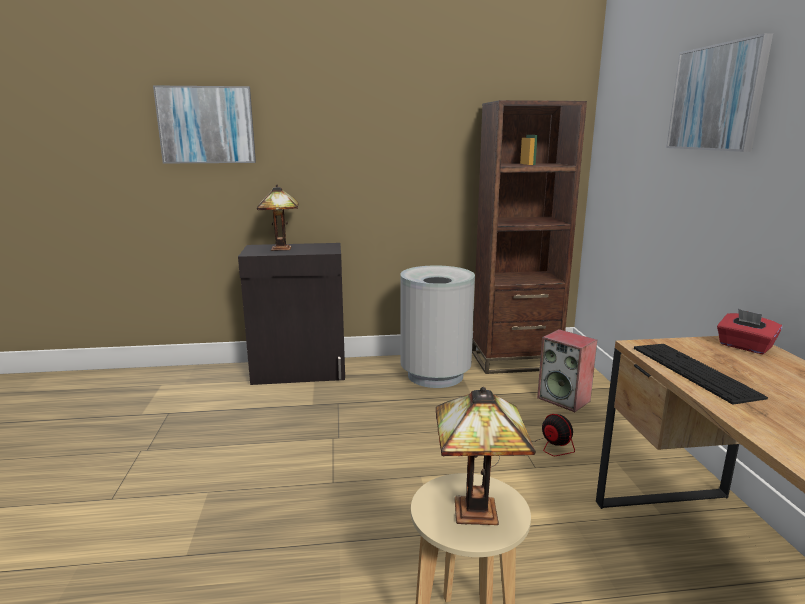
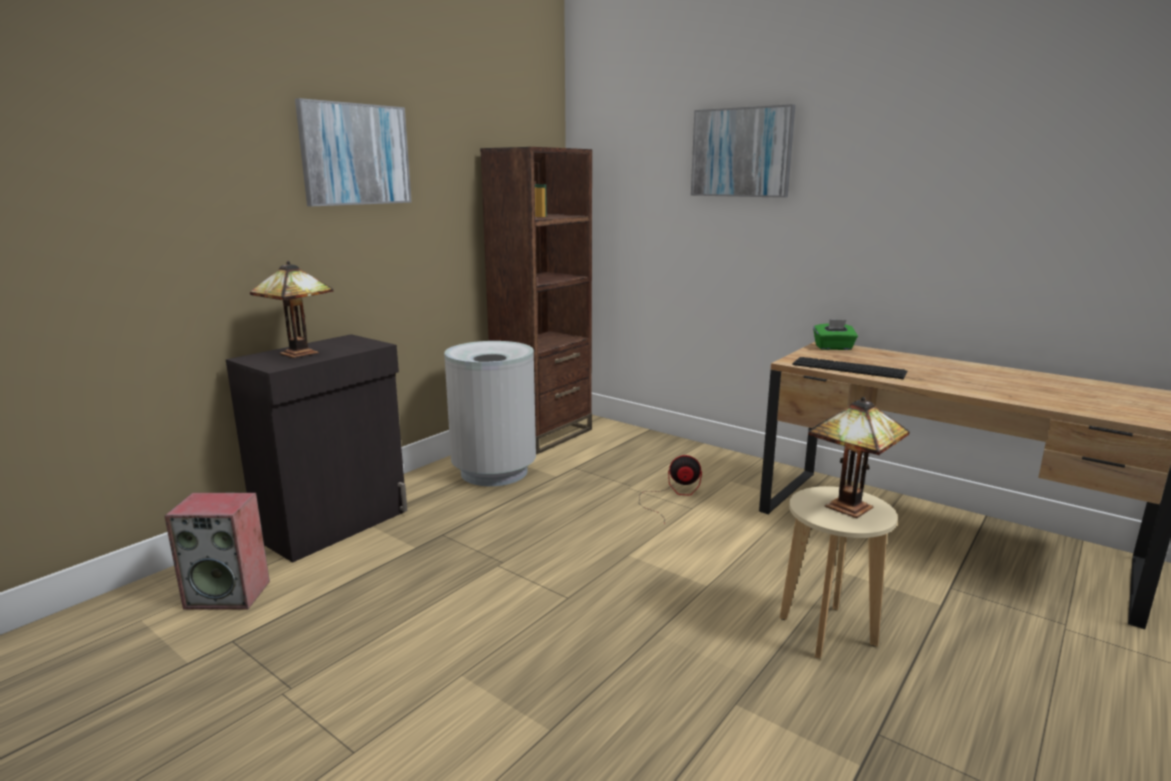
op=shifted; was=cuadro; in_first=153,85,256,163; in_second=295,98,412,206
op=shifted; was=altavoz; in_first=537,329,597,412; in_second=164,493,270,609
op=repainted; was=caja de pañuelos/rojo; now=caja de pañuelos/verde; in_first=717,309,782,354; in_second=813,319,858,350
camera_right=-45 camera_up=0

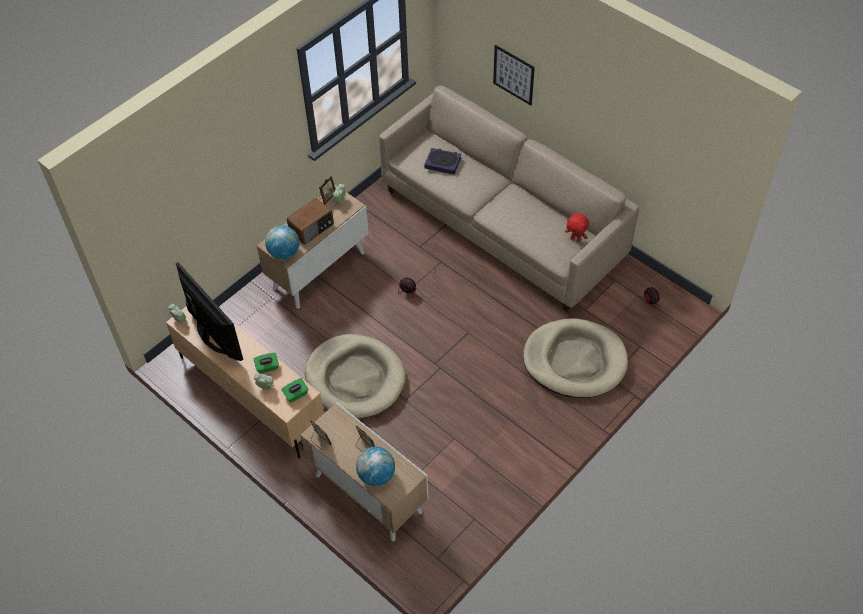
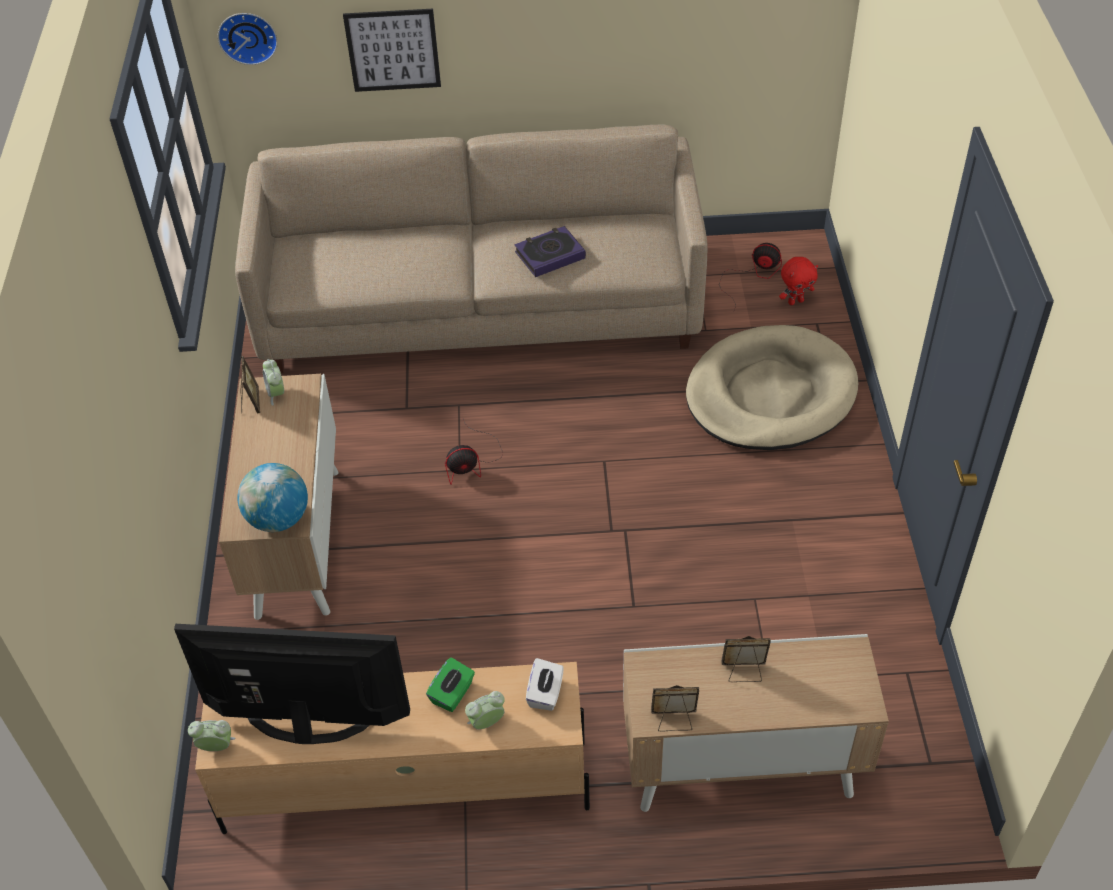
op=repainted; was=caja de pañuelos/verde; now=caja de pañuelos/blanco; in_first=282,378,309,402; in_second=526,658,564,711
op=gone; was=radio; in_first=287,198,334,245
op=gone; was=cama para perro/beis; in_first=305,334,406,419
op=gone; was=globo terráqueo; in_first=356,447,395,486
op=shifted; was=libro; in_first=424,148,461,175; in_second=514,226,586,277
op=shifted; was=peluche/rojo; in_first=565,213,589,242; in_second=779,257,818,305
op=new; now=reloj de pared; in_second=218,13,278,65
camera_right=-45 camera_up=-5

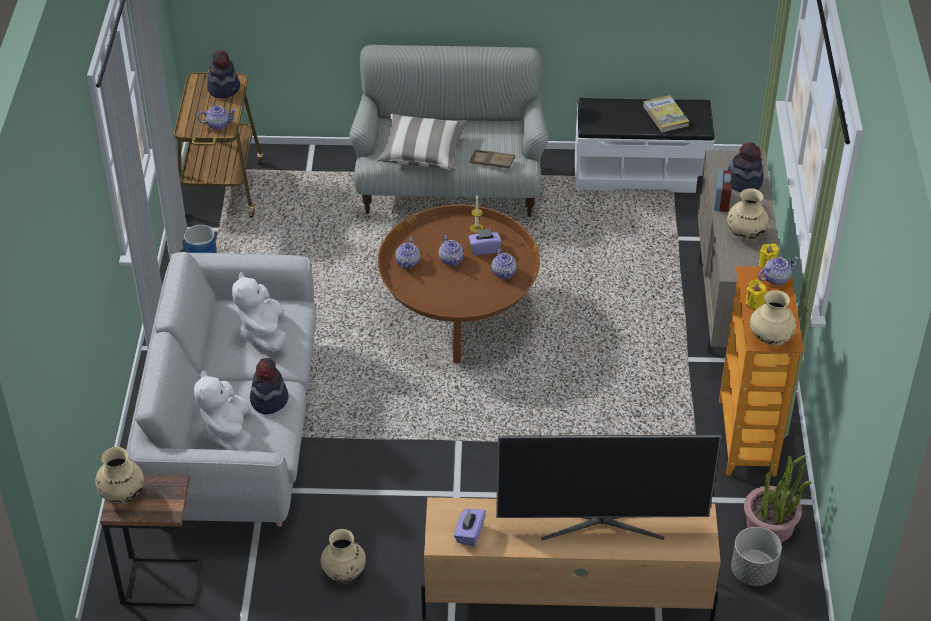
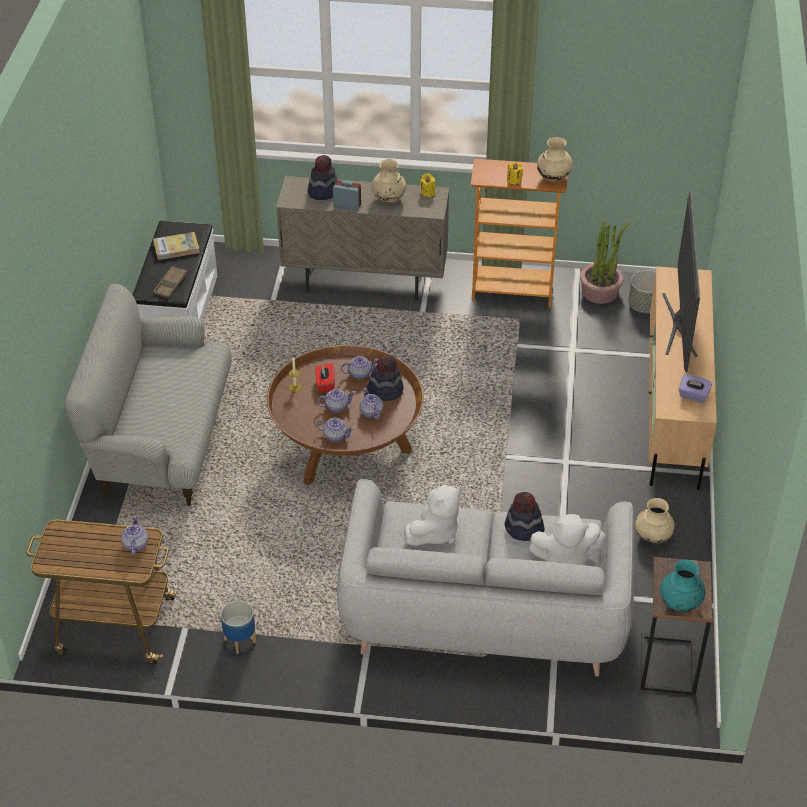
op=repainted; was=florero/beis; now=florero/turquesa; in_first=95,447,144,504; in_second=660,559,705,612
op=shifted; was=sombrero; in_first=207,50,240,98; in_second=367,354,403,401
op=rotated; was=peluche/blanco; in_first=232,272,286,352; in_second=404,484,461,546; clockwise=-45
op=gone; was=cojín; in_first=376,113,468,170
op=repainted; was=caja de pañuelos/morado; now=caja de pañuelos/rojo; in_first=468,229,502,255; in_second=316,363,335,392
op=shifted; was=bandeja/marrón; in_first=469,149,515,168; in_second=153,266,188,298
op=shifted; was=tetera; in_first=758,257,798,285; in_second=360,388,383,420
camera_right=-85 camera_up=0

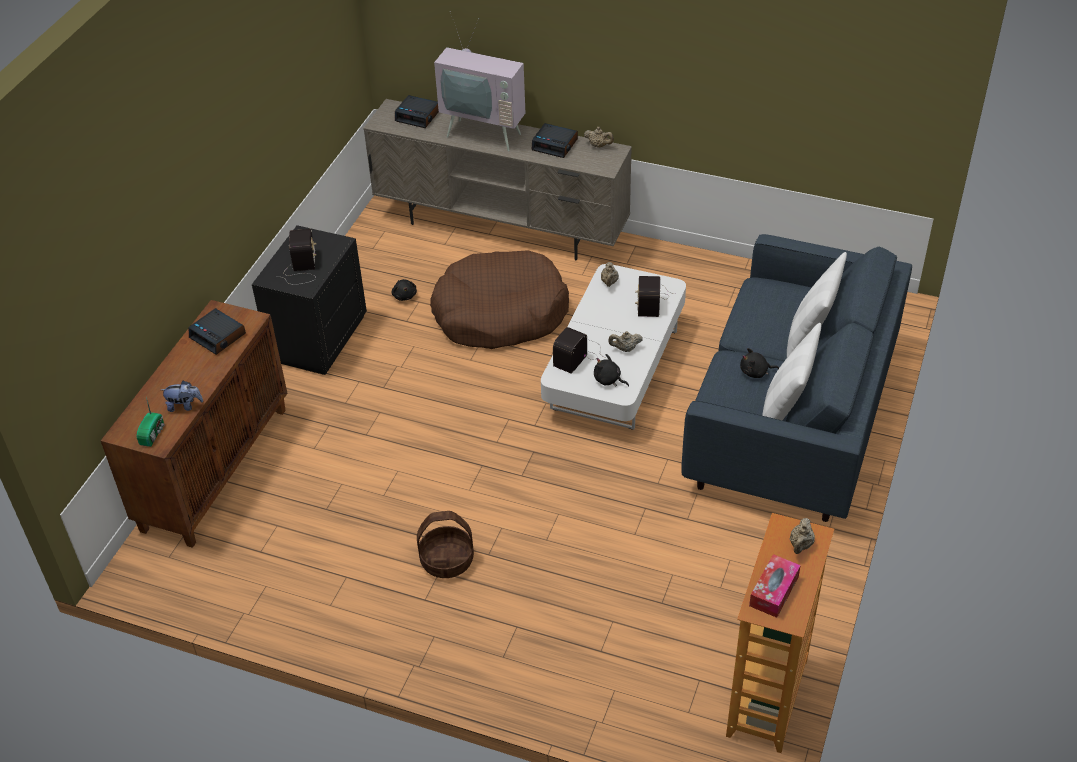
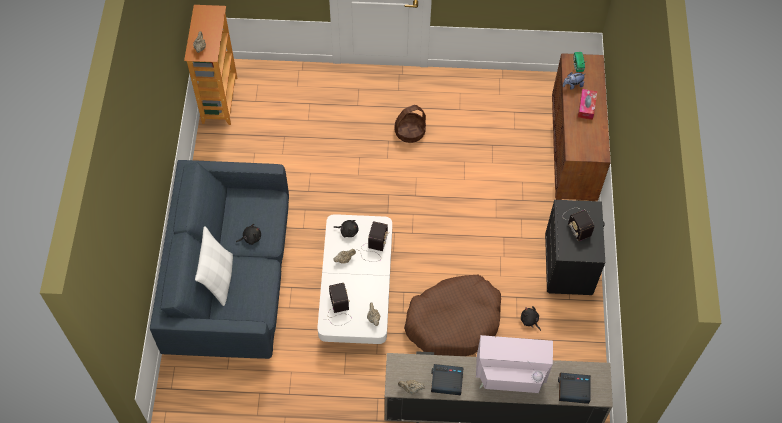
op=gone; was=despertador; in_first=189,308,246,355
op=shifted; was=caja de pañuelos; in_first=749,554,801,618; in_second=578,89,597,120
op=gone; was=cojín/blanco; in_first=762,323,821,420
camera_right=160 camera_up=15

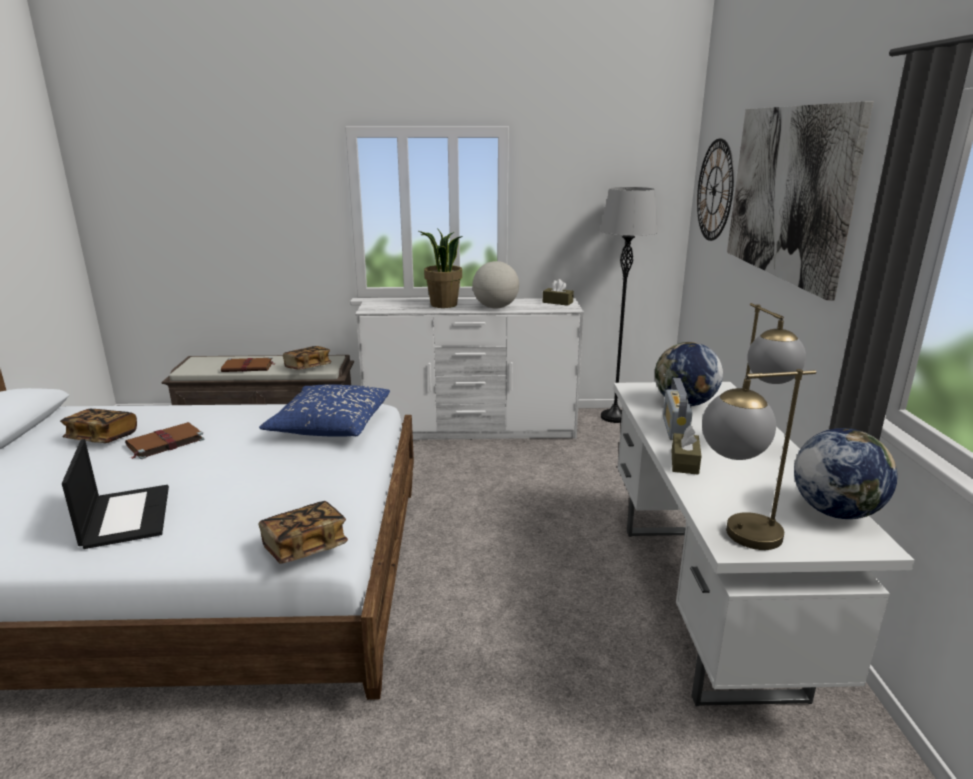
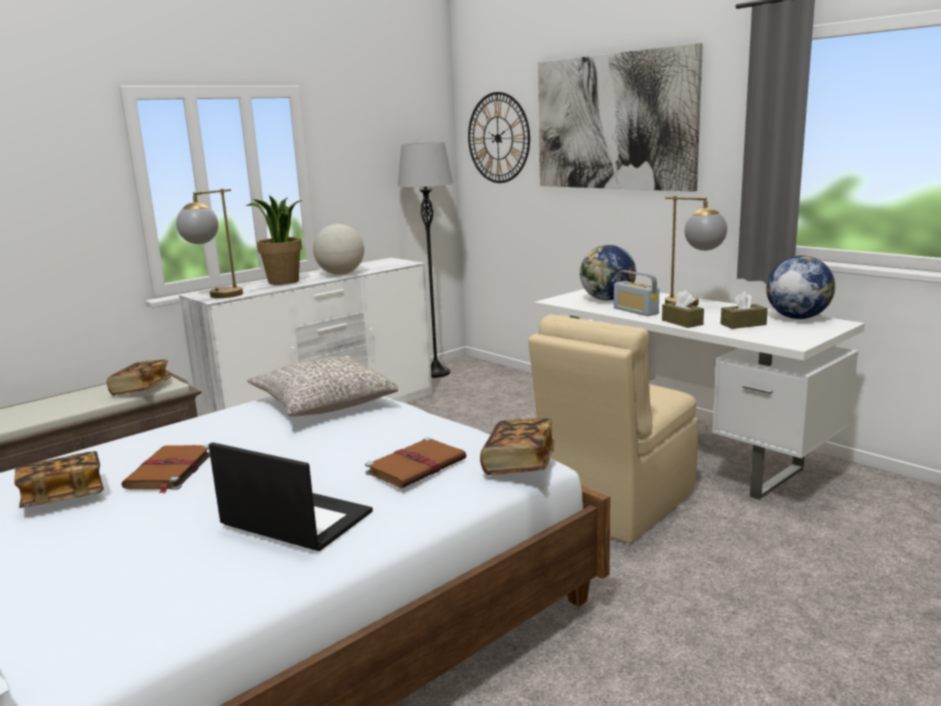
op=shifted; was=libro/marrón; in_first=221,357,276,372; in_second=365,437,466,488
op=repainted; was=cojín/azul; now=cojín/gris; in_first=259,384,390,437; in_second=247,356,399,417
op=shifted; was=caja de pañuelos/marrón; in_first=543,279,574,306; in_second=721,291,768,329
op=shifted; was=lámpara de mesa; in_first=702,369,816,550; in_second=176,189,243,298
op=new; now=silla/beis; in_second=528,314,698,543
camera_right=-40 camera_up=-5

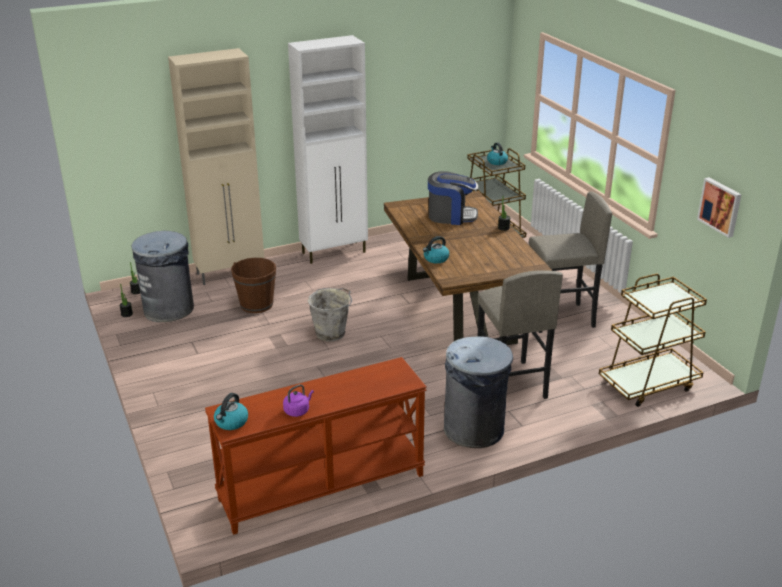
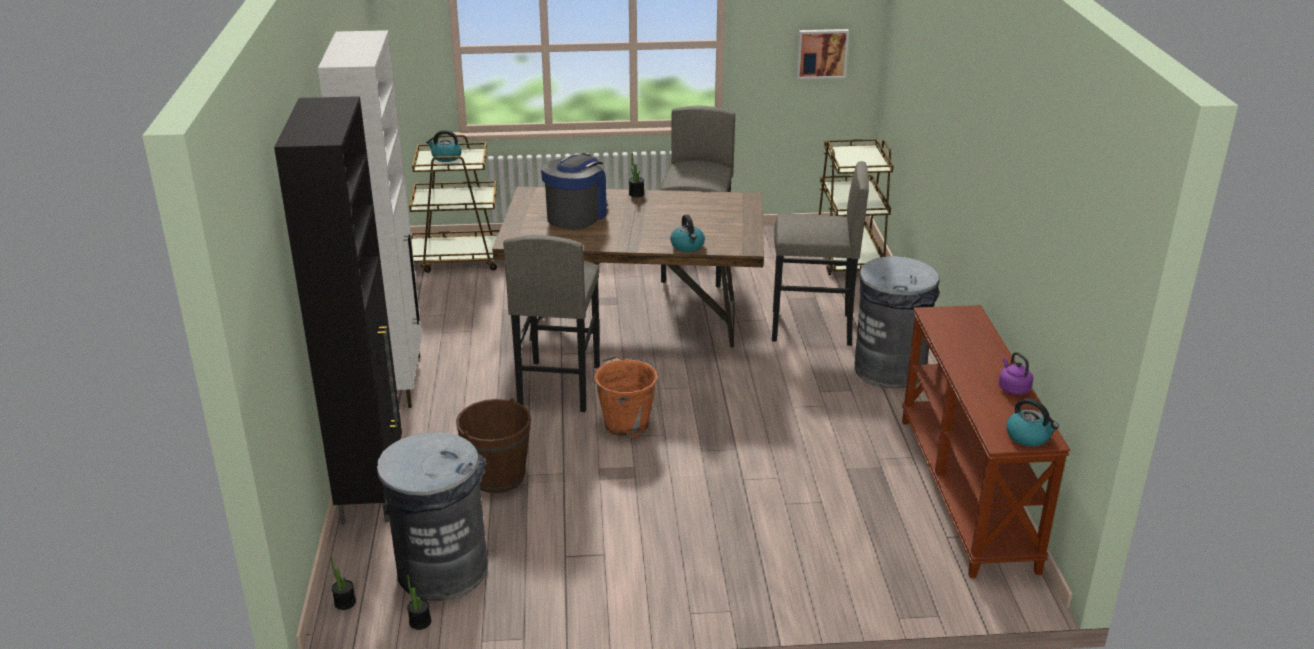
op=repainted; was=armario/beis; now=armario/negro; in_first=168,48,264,285; in_second=274,96,402,525
op=repainted; was=cubo/gris; now=cubo/naranja; in_first=308,288,352,341; in_second=592,356,658,438
op=new; now=taburete/gris; in_second=503,235,600,412
camera_right=-70 camera_up=0

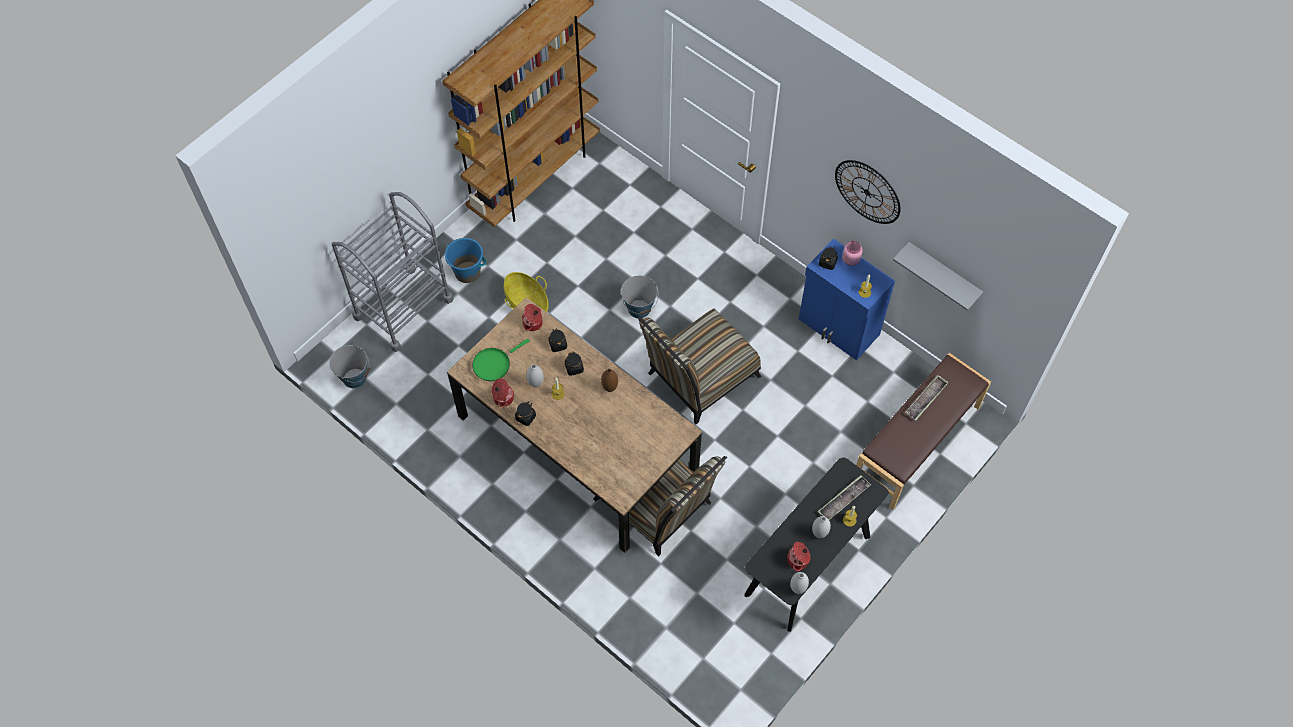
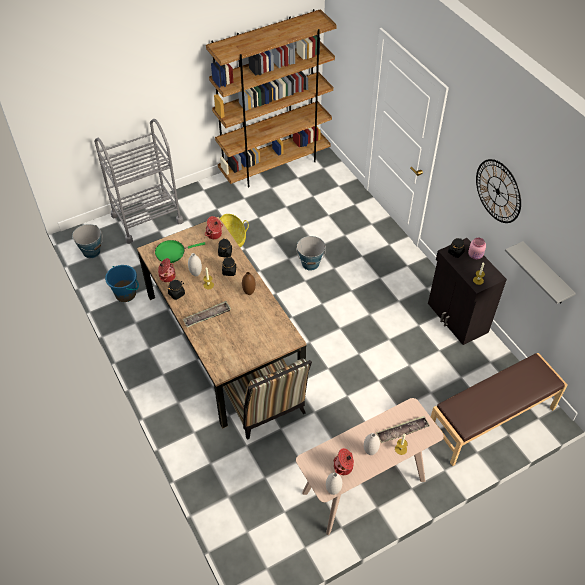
op=shifted; was=cubo/azul; in_first=445,238,486,283; in_second=105,265,139,302
op=gone; was=silla; in_first=638,308,761,425
op=repainted; was=mesa consola/negro; now=mesa consola/beis; in_first=744,458,888,632; in_second=296,398,444,535
op=repainted; was=armario/azul; now=armario/negro; in_first=799,238,895,361; in_second=428,238,507,345
op=shifted; was=bandeja; in_first=905,375,949,420; in_second=183,301,231,328
camera_right=20 camera_up=-10

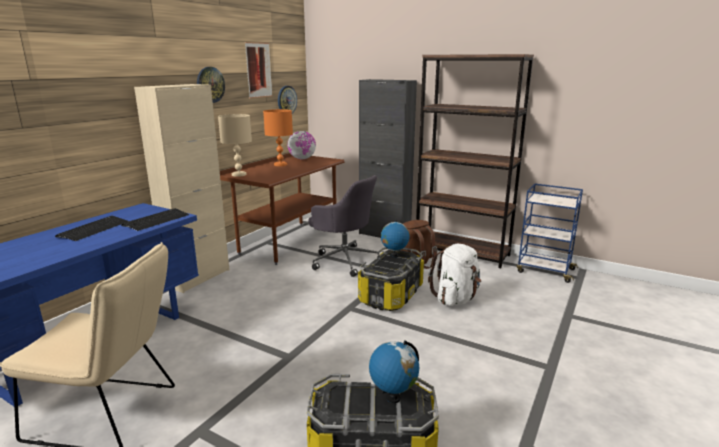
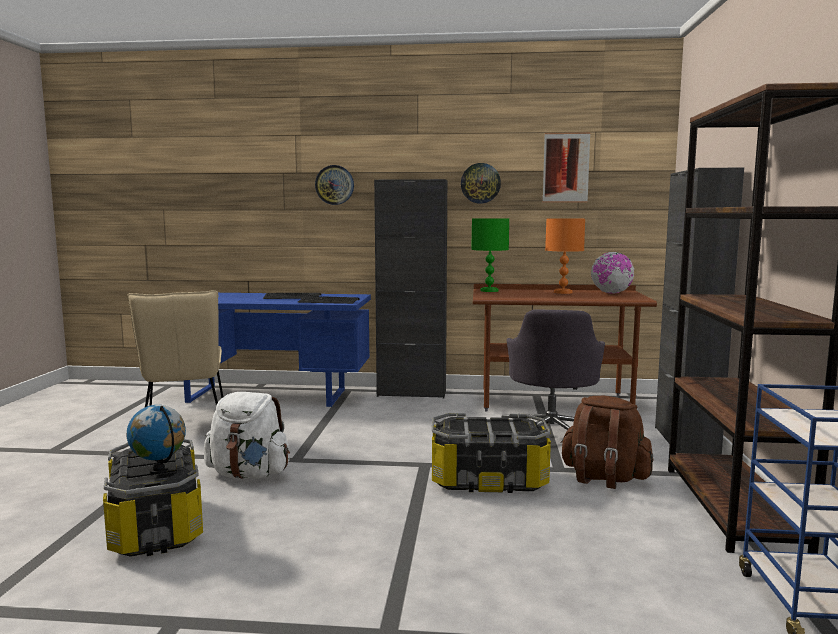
op=repainted; was=armario/beis; now=armario/negro; in_first=134,84,229,293; in_second=374,179,447,398
op=repainted; was=lámpara de mesa/beis; now=lámpara de mesa/verde; in_first=218,114,252,177; in_second=471,218,509,292
op=shifted; was=reloj de pared; in_first=278,86,297,113; in_second=315,165,354,205
op=gone; was=globo terráqueo; in_first=381,219,410,258
op=shifted; was=mochila/blanco; in_first=428,244,482,306; in_second=204,392,290,479
camera_right=65 camera_up=-10

